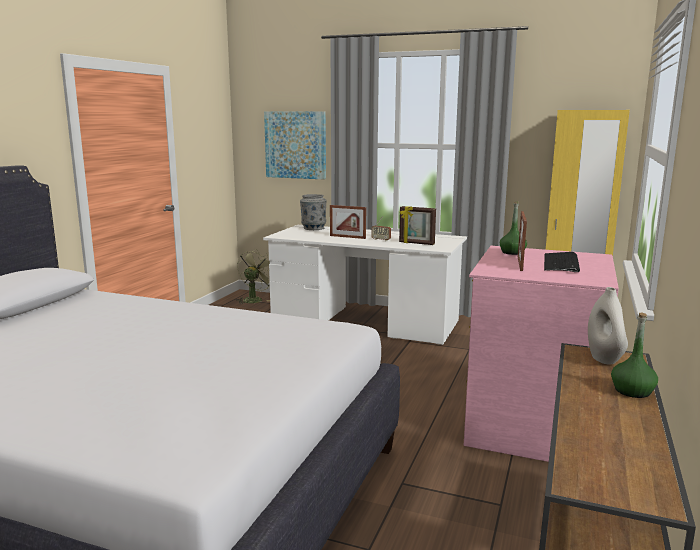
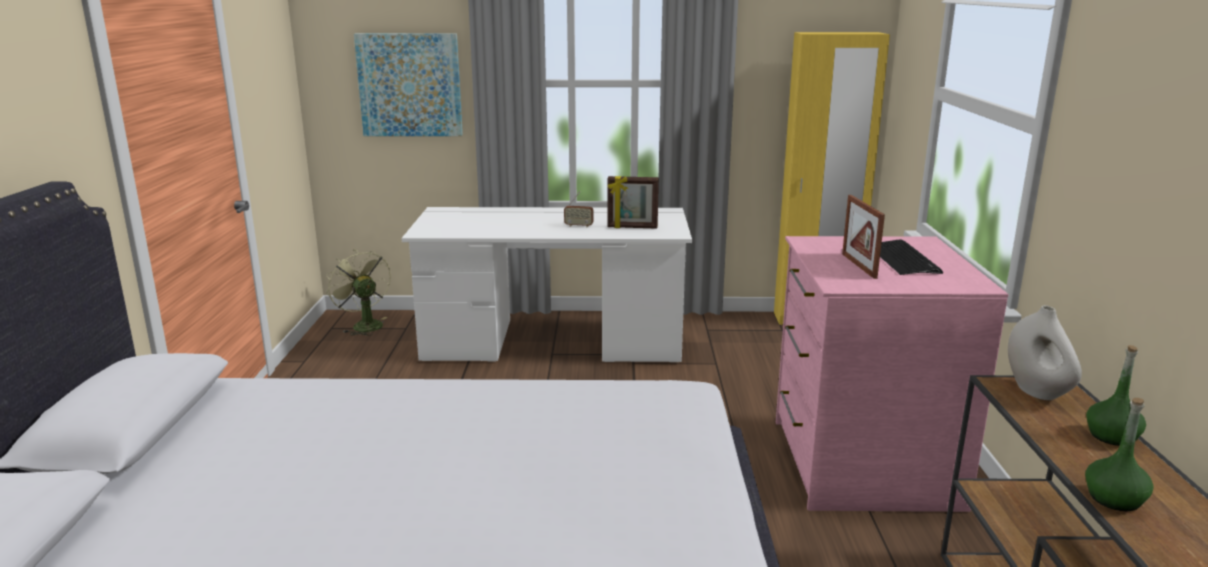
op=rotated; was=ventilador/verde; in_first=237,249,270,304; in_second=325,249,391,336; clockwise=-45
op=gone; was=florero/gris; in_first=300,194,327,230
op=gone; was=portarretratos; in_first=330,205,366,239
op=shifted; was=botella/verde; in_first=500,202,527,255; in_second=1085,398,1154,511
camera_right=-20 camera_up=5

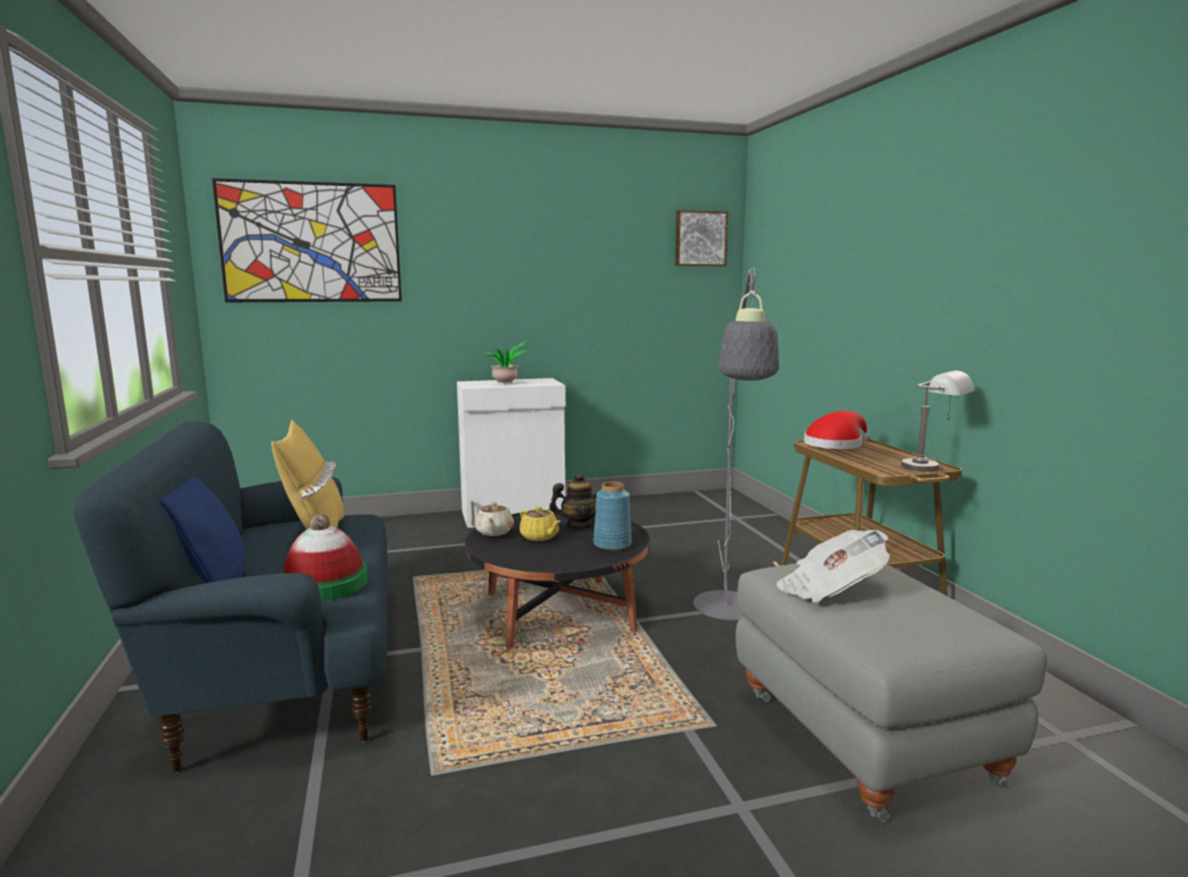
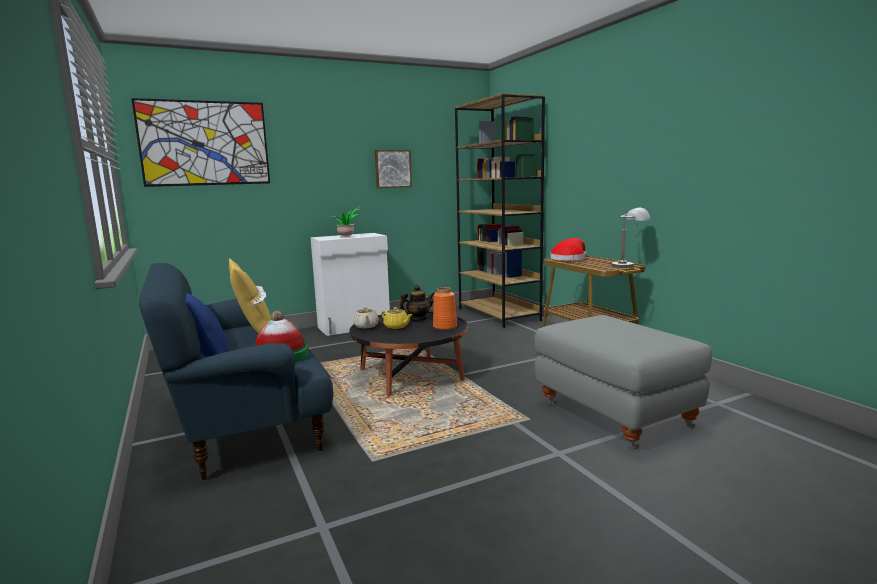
op=repainted; was=florero/azul; now=florero/naranja; in_first=593,482,632,550; in_second=433,287,457,330
op=shifted; was=cuadro; in_first=675,210,728,266; in_second=375,150,412,188
op=gone; was=lámpara de pie/gris; in_first=693,268,779,621
op=gone; was=periódico; in_first=777,530,890,603
op=new; now=estantería/marrón; in_second=455,93,545,328
camera_right=-10 camera_up=0

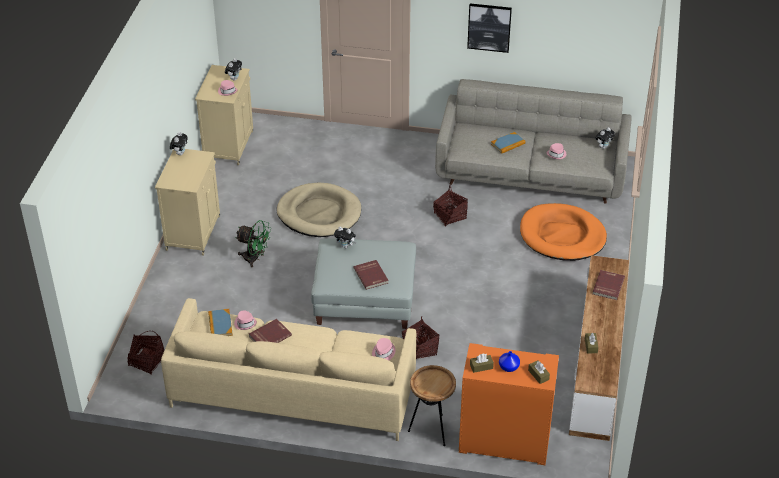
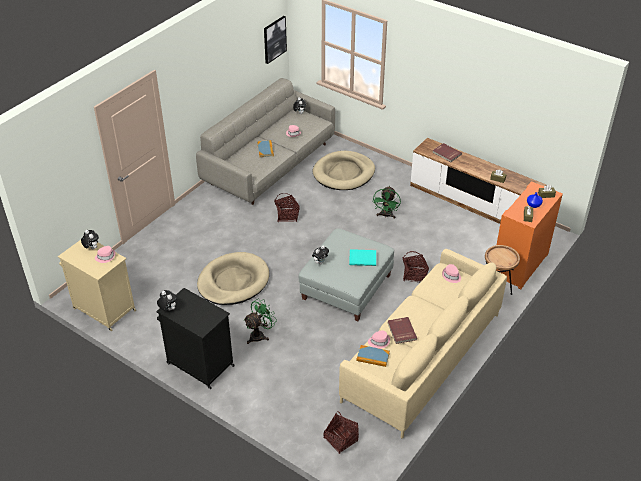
op=repainted; was=armario/beis; now=armario/negro; in_first=155,149,220,256; in_second=156,288,235,389
op=repainted; was=libro/rojo; now=libro/turquesa; in_first=354,260,389,290; in_second=349,249,376,266
op=shifted; was=cuadro; in_first=467,3,512,53; in_second=264,16,287,64
op=repainted; was=cama para perro/naranja; now=cama para perro/beis; in_first=520,203,607,261; in_second=312,151,375,190
op=new; now=ventilador/verde; in_second=373,186,401,219
camera_right=-65 camera_up=0

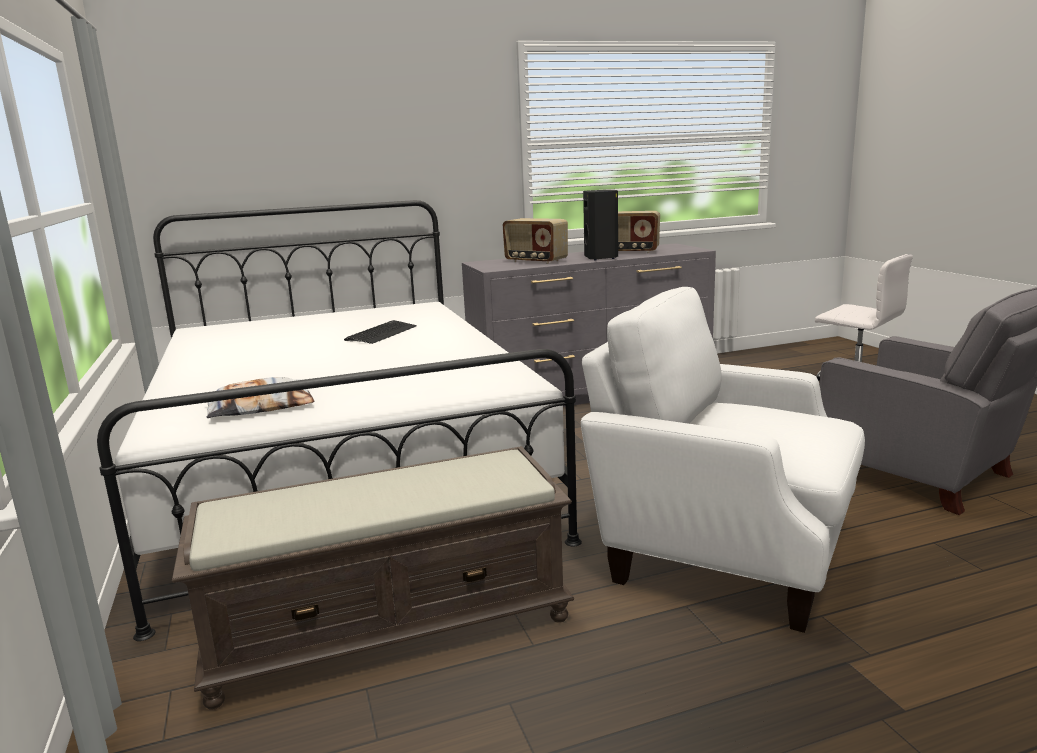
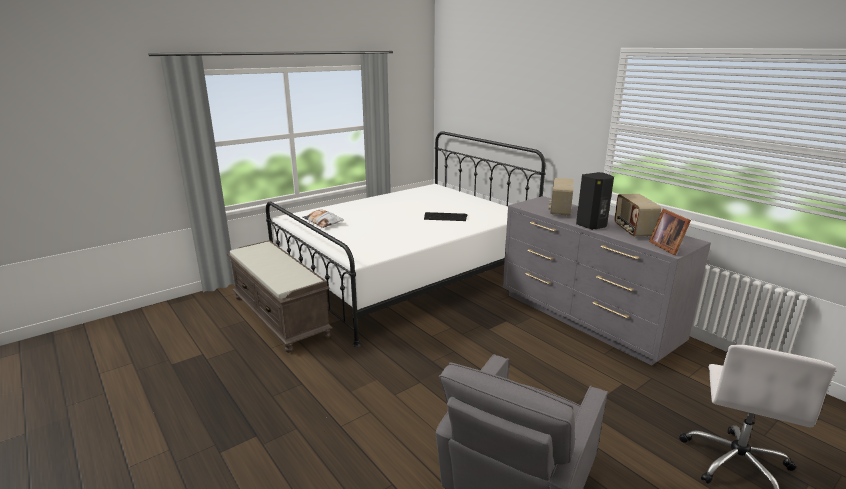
op=gone; was=sillón/blanco; in_first=581,287,865,633
op=new; now=portarretratos; in_second=649,209,691,255
camera_right=70 camera_up=5

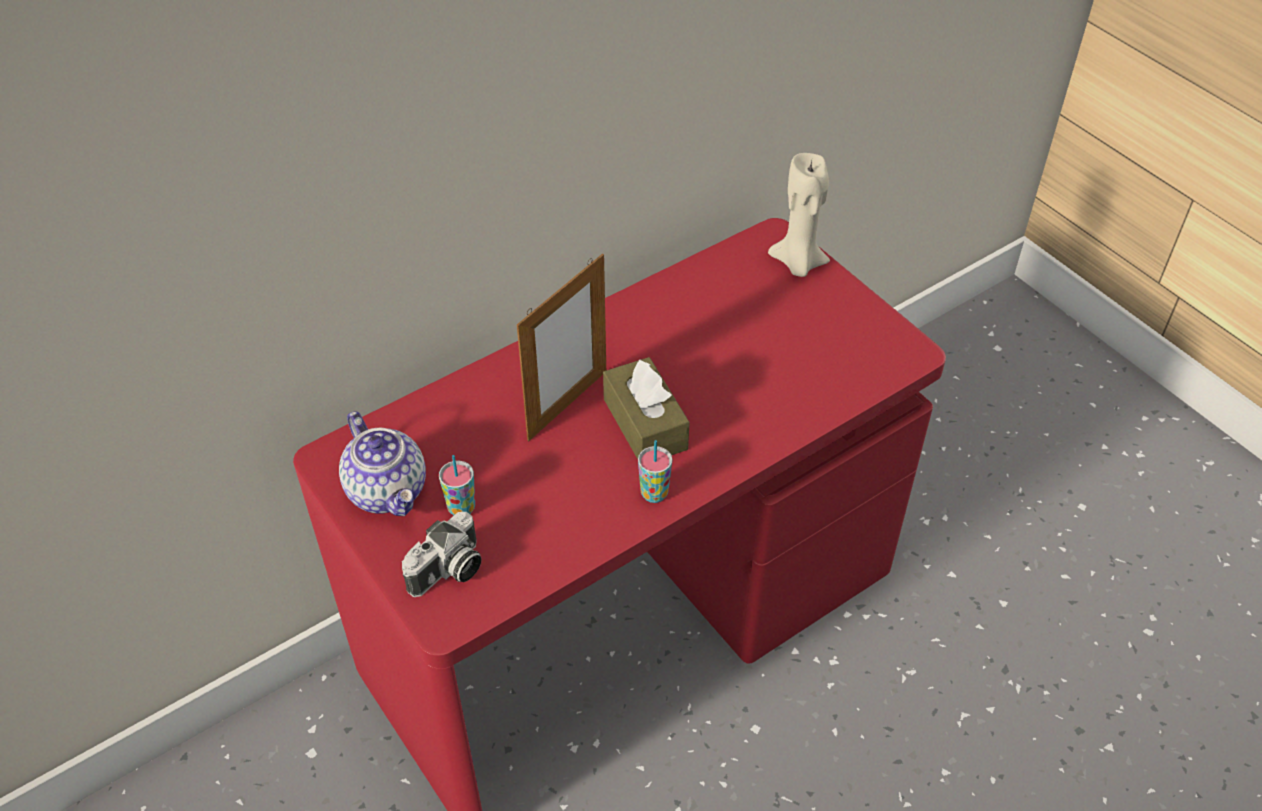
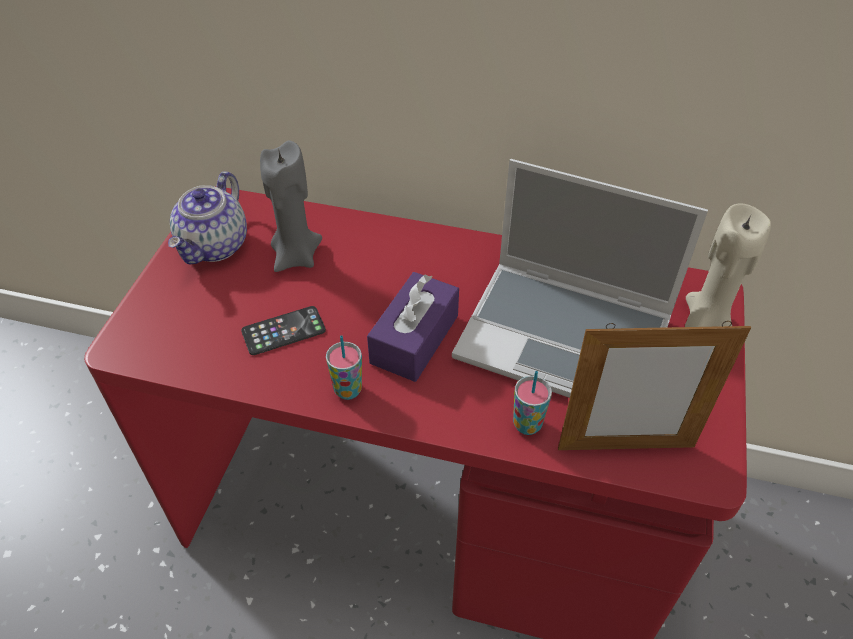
op=gone; was=cámara; in_first=402,512,482,597
op=shifted; was=taza; in_first=439,455,475,516; in_second=513,371,552,435
op=shifted; was=portarretratos; in_first=517,254,606,441; in_second=558,321,751,450
op=repainted; was=caja de pañuelos/marrón; now=caja de pañuelos/morado; in_first=603,357,690,459; in_second=367,272,459,382
op=new; now=móvil; in_second=241,306,326,355
op=new; now=vela/gris; in_second=260,140,322,272
op=new; now=portátil; in_second=452,159,708,398
camera_right=50 camera_up=0

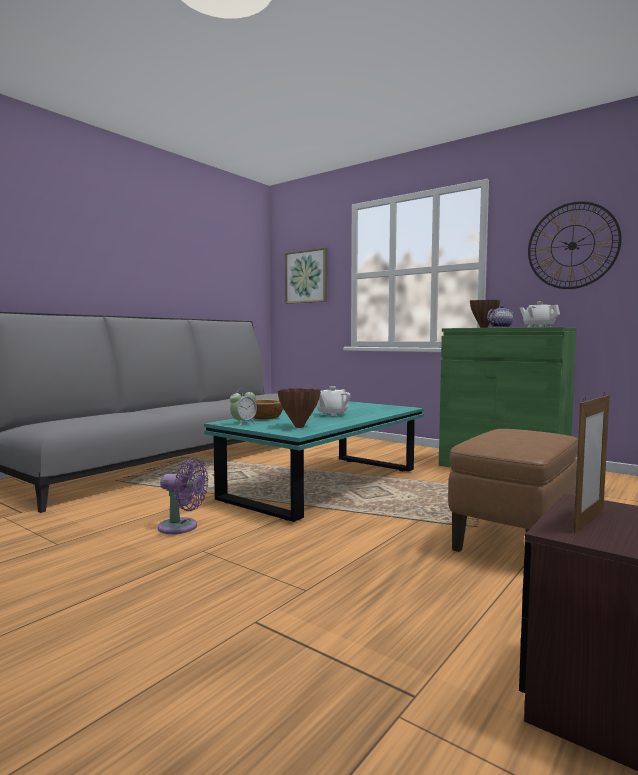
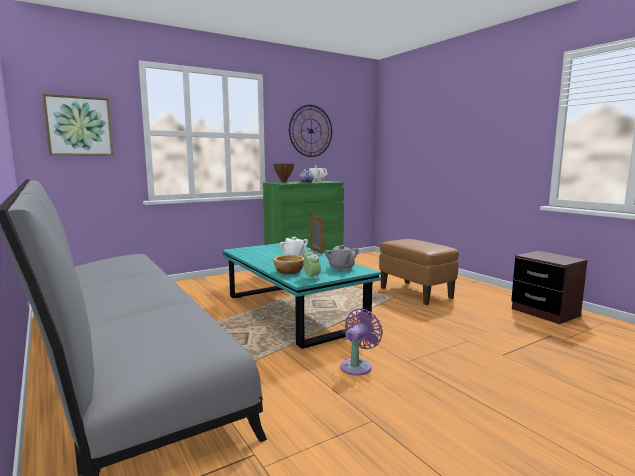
op=swapped; was=florero/marrón; now=tetera/gris; in_first=278,388,321,428; in_second=325,245,359,271
op=shifted; was=portarretratos; in_first=574,393,610,533; in_second=311,215,323,255
camera_right=-70 camera_up=5

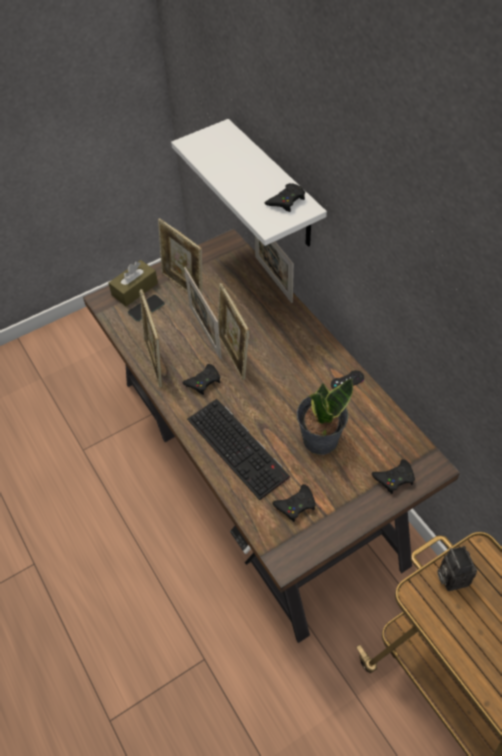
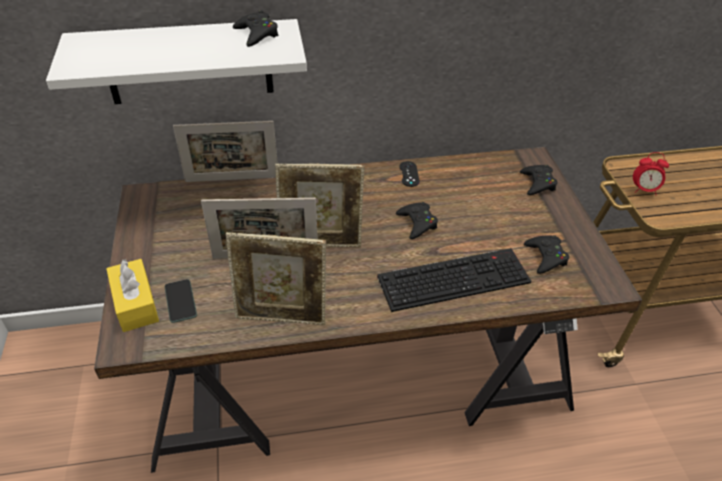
op=repainted; was=caja de pañuelos/marrón; now=caja de pañuelos/amarillo; in_first=109,260,158,306; in_second=106,259,159,332
op=gone; was=portarretratos; in_first=158,218,202,294
op=shifted; was=mando de consola/negro; in_first=182,364,220,395; in_second=396,202,438,239
op=gone; was=planta en maceta; in_first=297,378,353,455
op=swapped; was=cámara; now=despertador; in_first=437,546,477,591; in_second=633,152,669,195
camera_right=-70 camera_up=-10

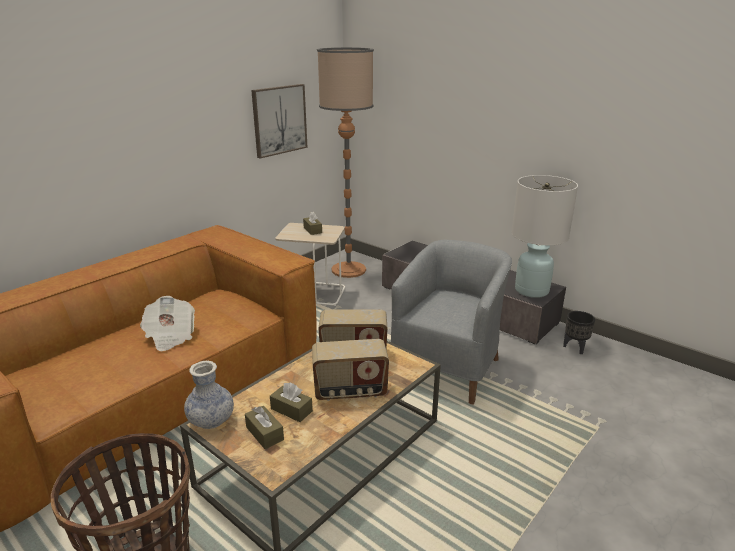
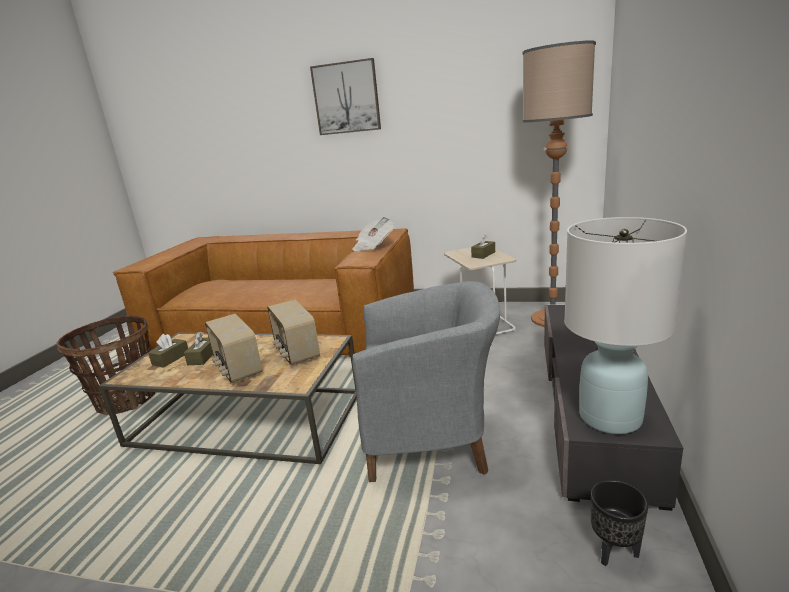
op=shifted; was=periódico; in_first=140,296,195,351; in_second=352,217,395,251
op=gone; was=florero; in_first=184,361,234,429
op=shifted; was=cuadro; in_first=251,84,308,159; in_second=310,58,381,135
camera_right=65 camera_up=-5

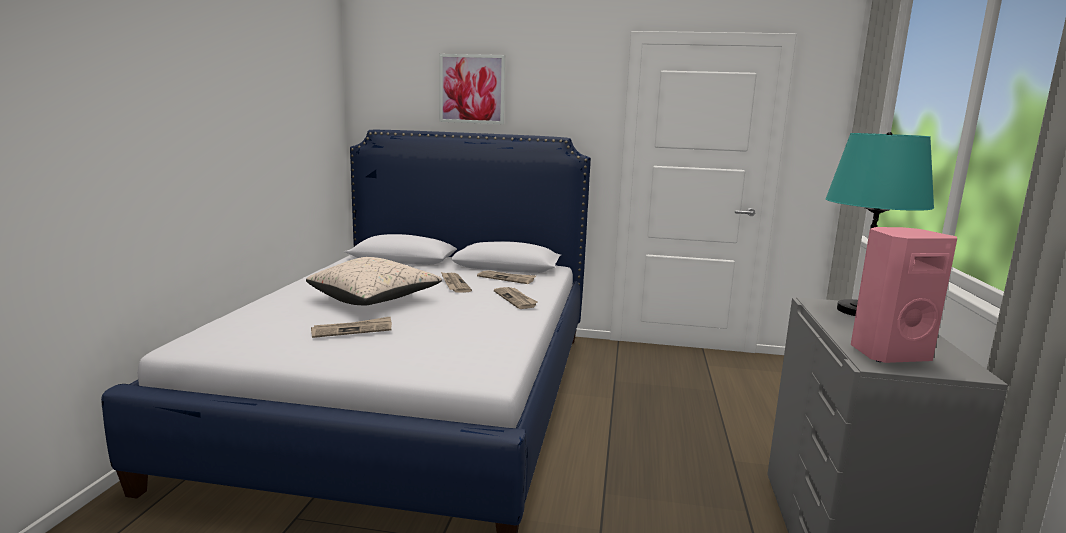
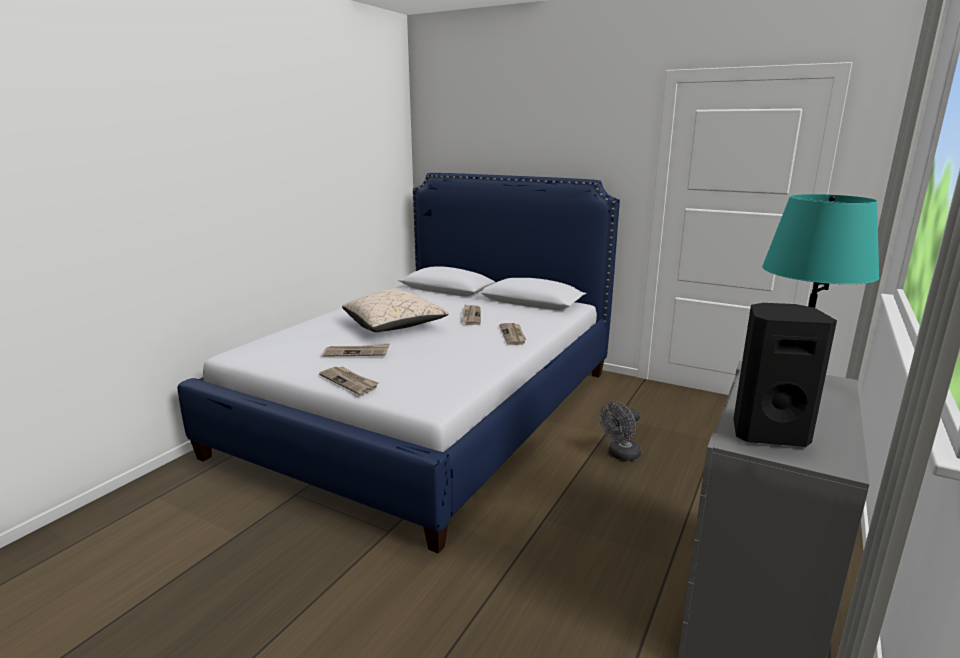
op=gone; was=cuadro; in_first=439,54,505,124
op=shifted; was=periódico; in_first=477,270,537,284; in_second=319,367,379,395
op=repainted; was=altavoz/rosa; now=altavoz/negro; in_first=851,227,957,363; in_second=733,303,837,447
op=new; now=ventilador/gris; in_second=600,401,641,461
camera_right=20 camera_up=5

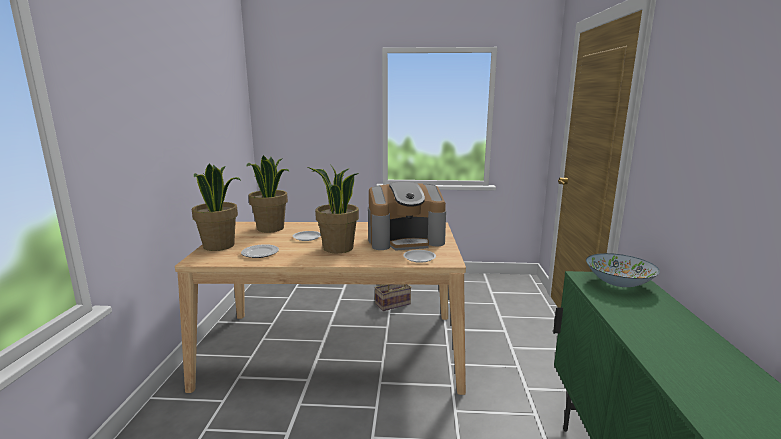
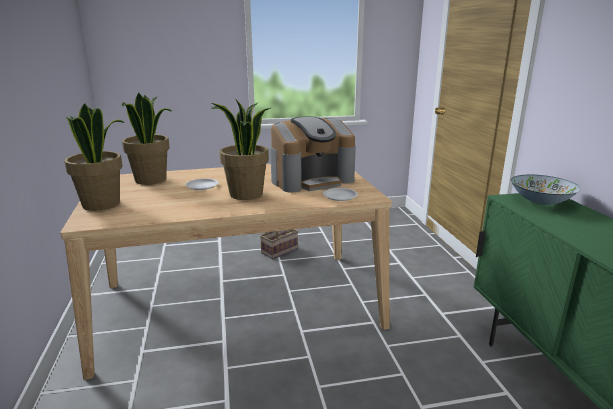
op=gone; was=plato; in_first=241,244,279,258
camera_right=-15 camera_up=5

